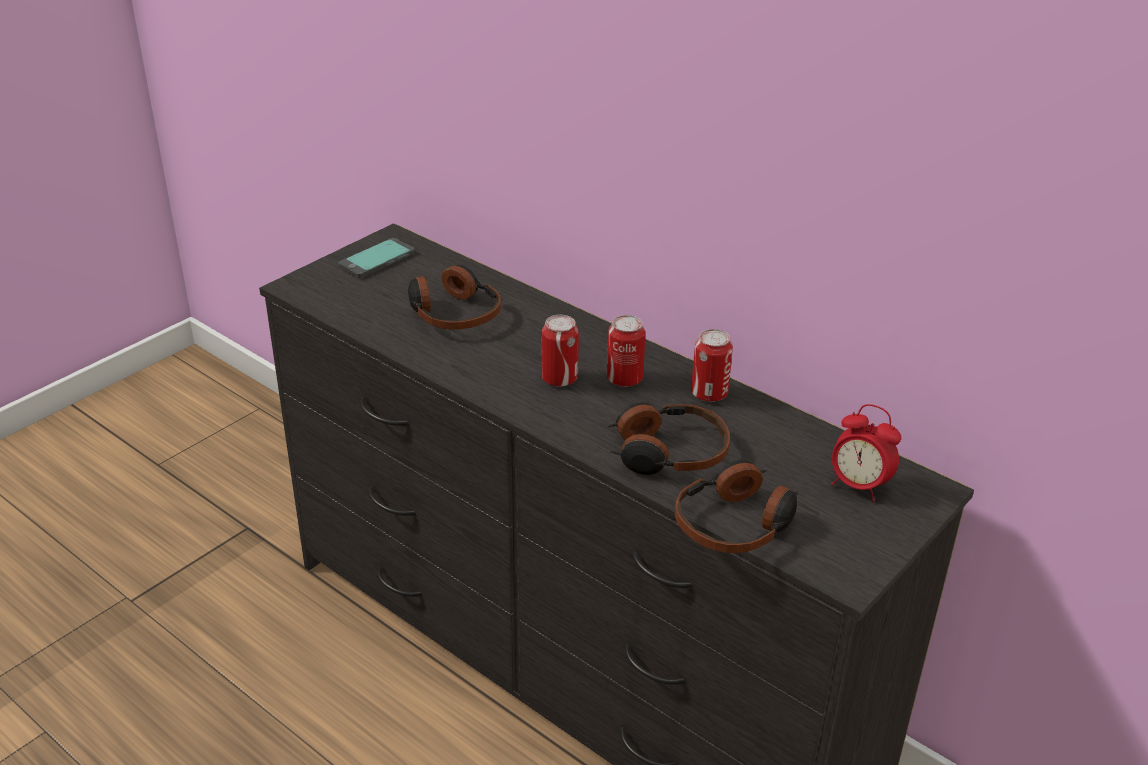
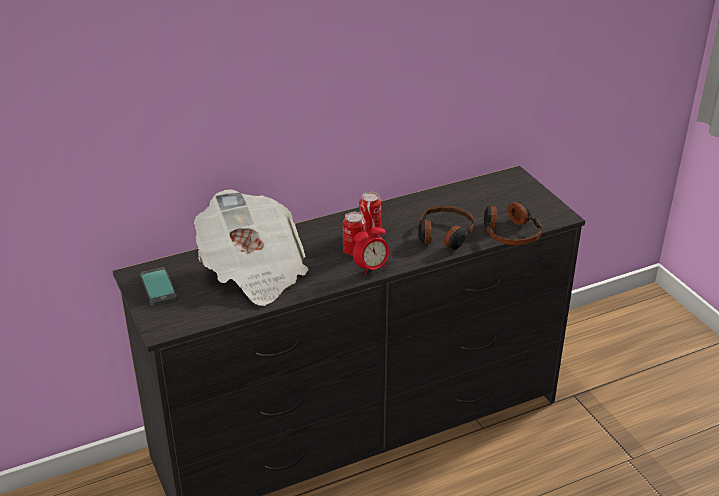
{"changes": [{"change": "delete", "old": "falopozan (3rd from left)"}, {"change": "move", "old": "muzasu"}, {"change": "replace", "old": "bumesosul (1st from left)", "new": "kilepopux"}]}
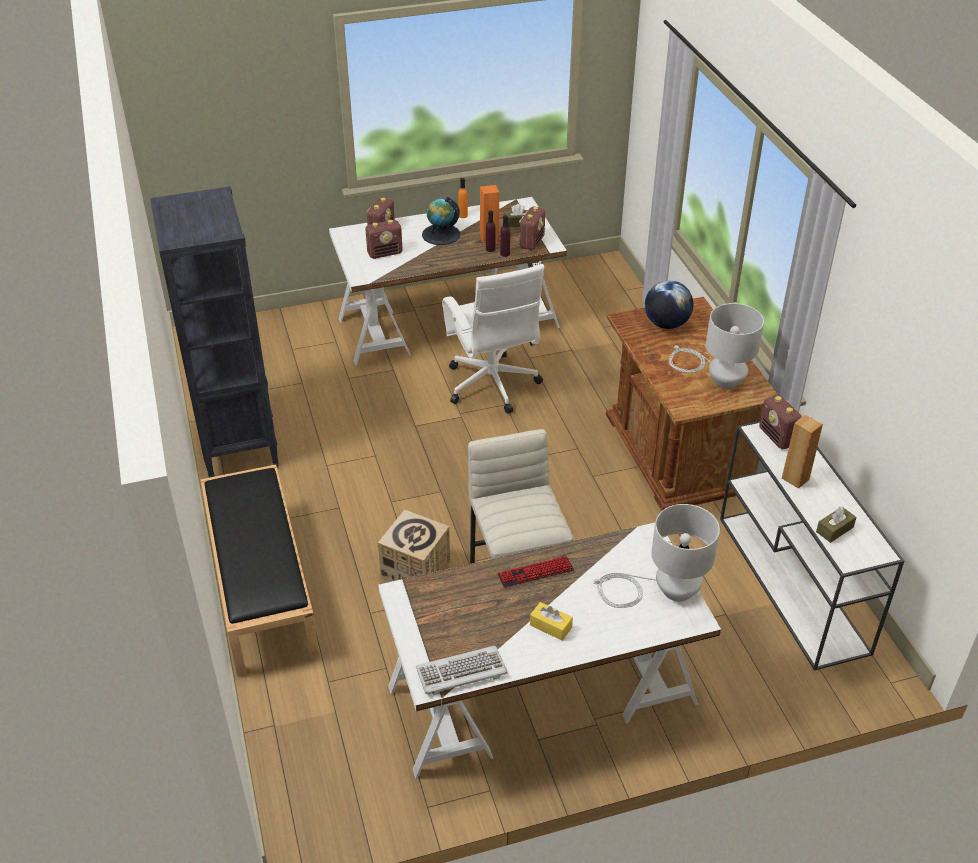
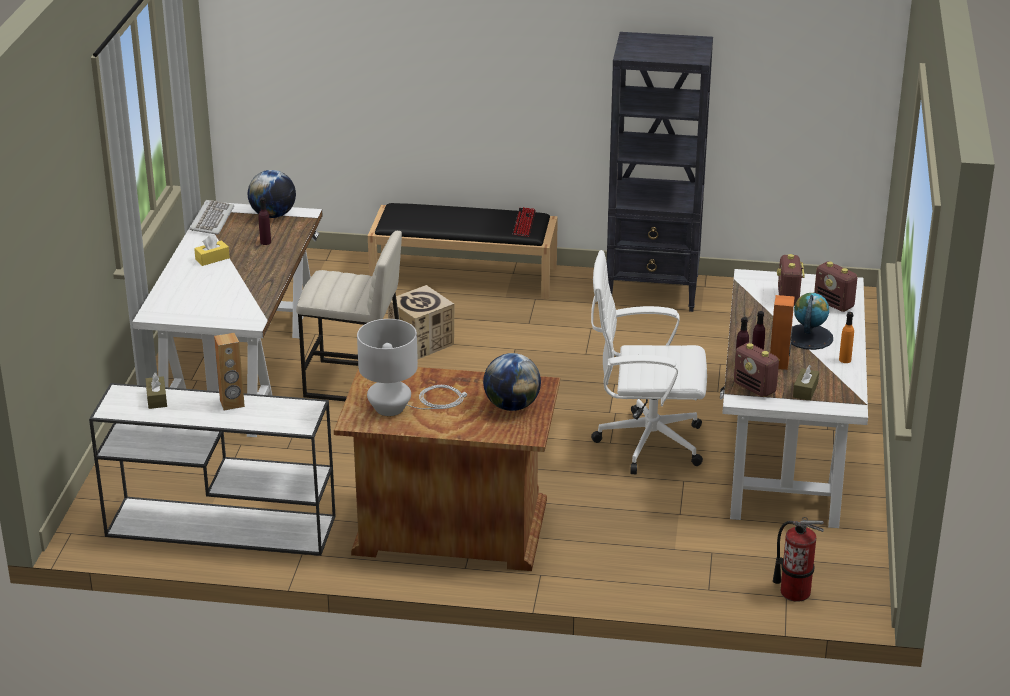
{"changes": [{"change": "delete", "old": "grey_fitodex (1st from left)"}, {"change": "delete", "old": "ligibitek (4th from left)"}, {"change": "insert", "new": "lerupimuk (1st from left)"}, {"change": "insert", "new": "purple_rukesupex (1st from left)"}, {"change": "insert", "new": "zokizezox"}, {"change": "move", "old": "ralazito (2nd from left)"}]}
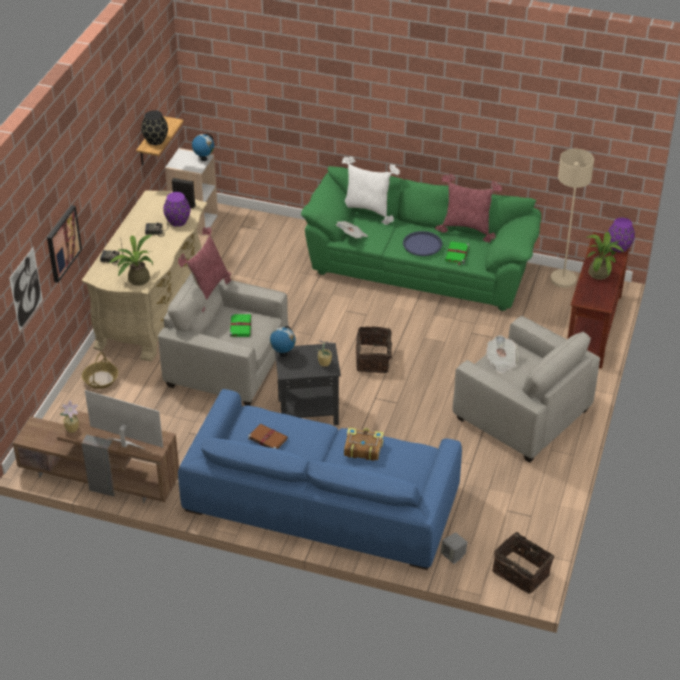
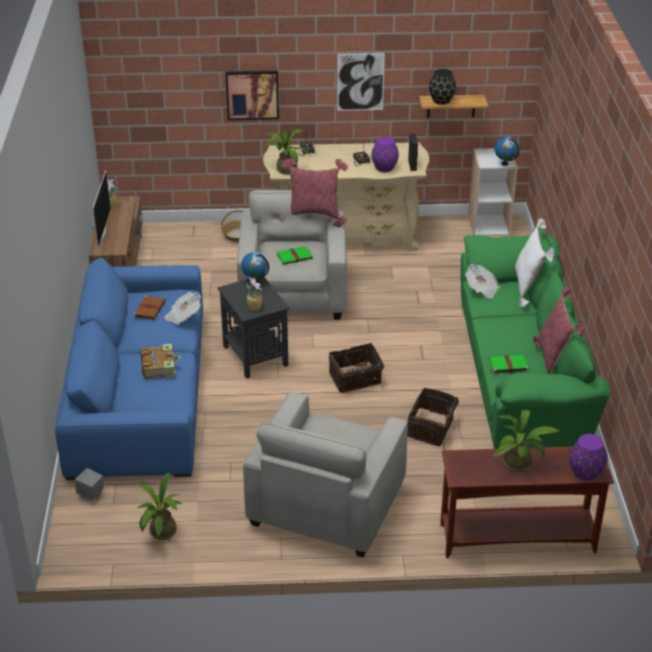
{"changes": [{"change": "delete", "old": "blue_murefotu"}, {"change": "delete", "old": "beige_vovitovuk"}, {"change": "insert", "new": "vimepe (2nd from left)"}, {"change": "move", "old": "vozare (1st from left in the first image)", "new": "vozare (2nd from left)"}, {"change": "move", "old": "kilepopux (2nd from left in the first image)", "new": "kilepopux (1st from left)"}, {"change": "move", "old": "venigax (3rd from left)"}]}
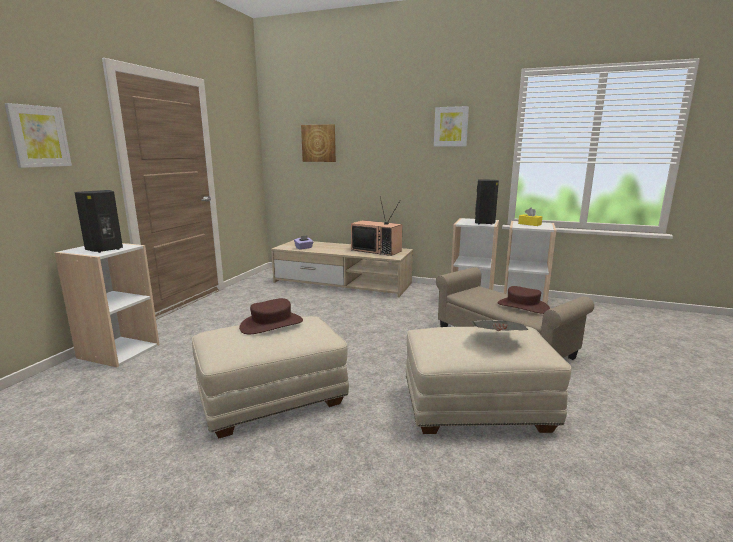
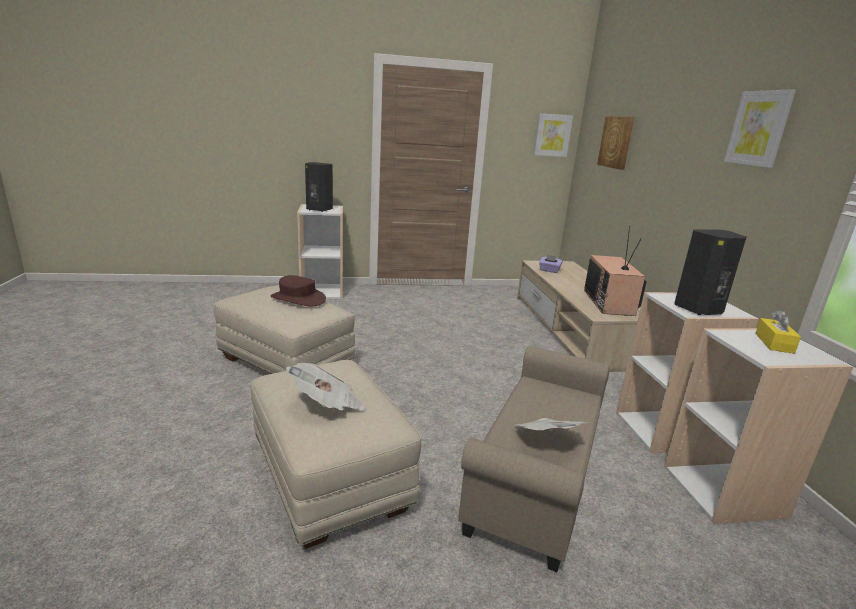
{"changes": [{"change": "move", "old": "vozare (1st from left)"}, {"change": "replace", "old": "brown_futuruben (2nd from left)", "new": "kilepopux (2nd from left)"}]}
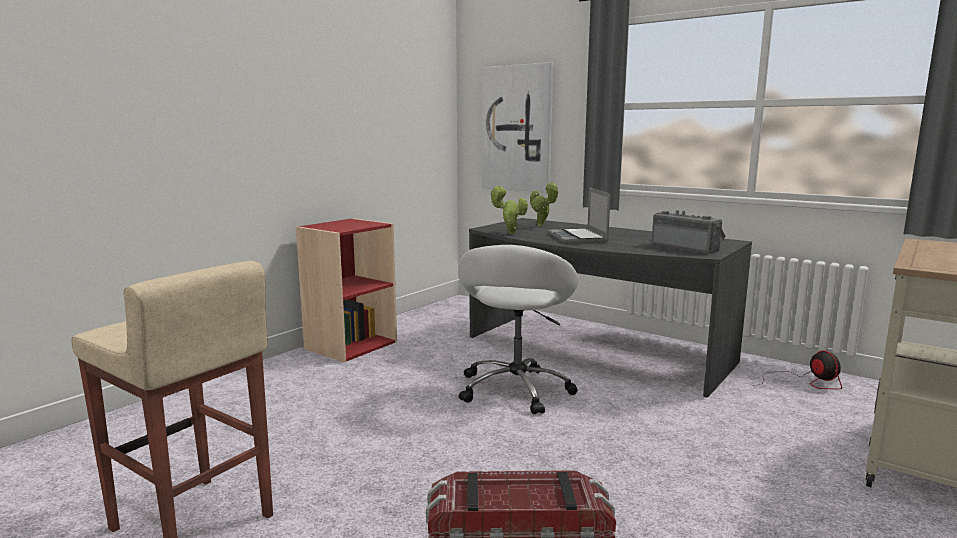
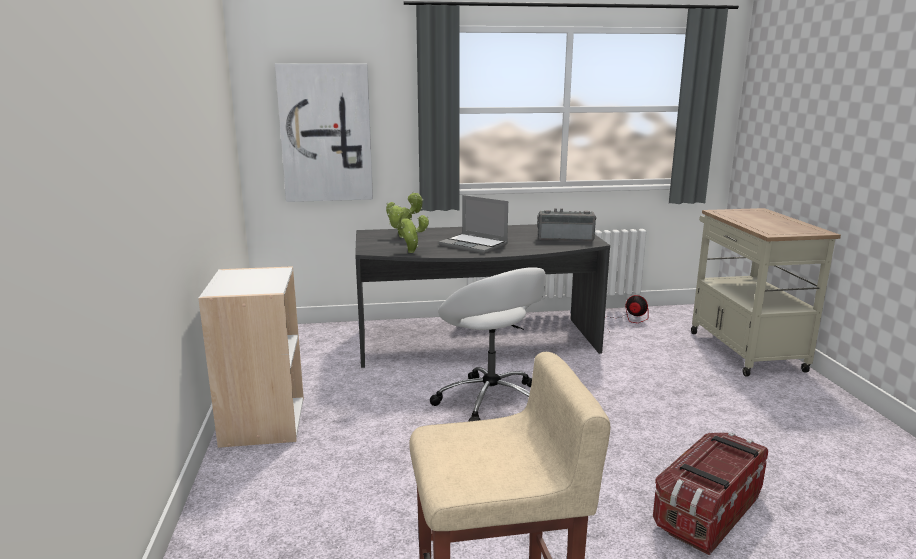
{"changes": [{"change": "recolor", "old": "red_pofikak", "new": "white_pofikak"}]}
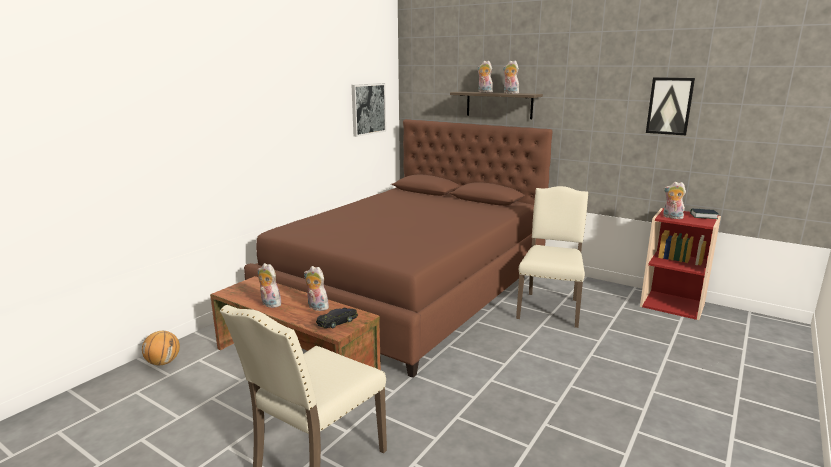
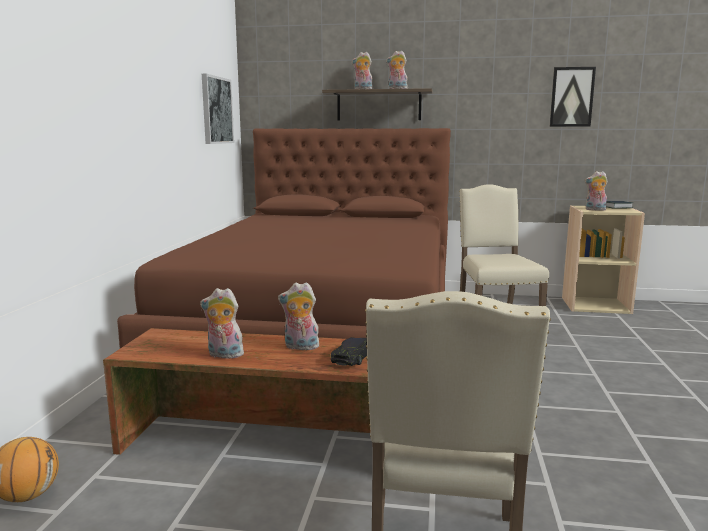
{"changes": [{"change": "recolor", "old": "red_pofikak", "new": "beige_pofikak"}]}
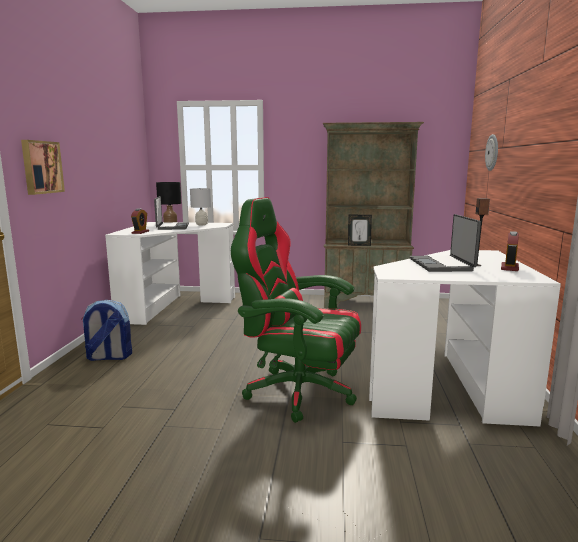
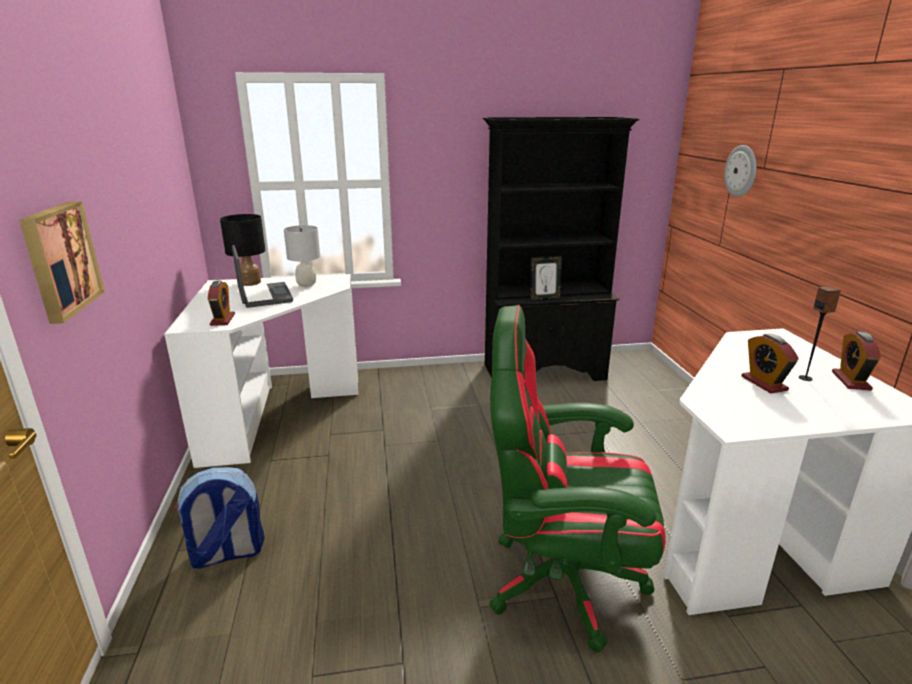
{"changes": [{"change": "replace", "old": "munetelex (2nd from left)", "new": "muzasu (2nd from left)"}, {"change": "recolor", "old": "green_pofikak", "new": "black_pofikak"}]}
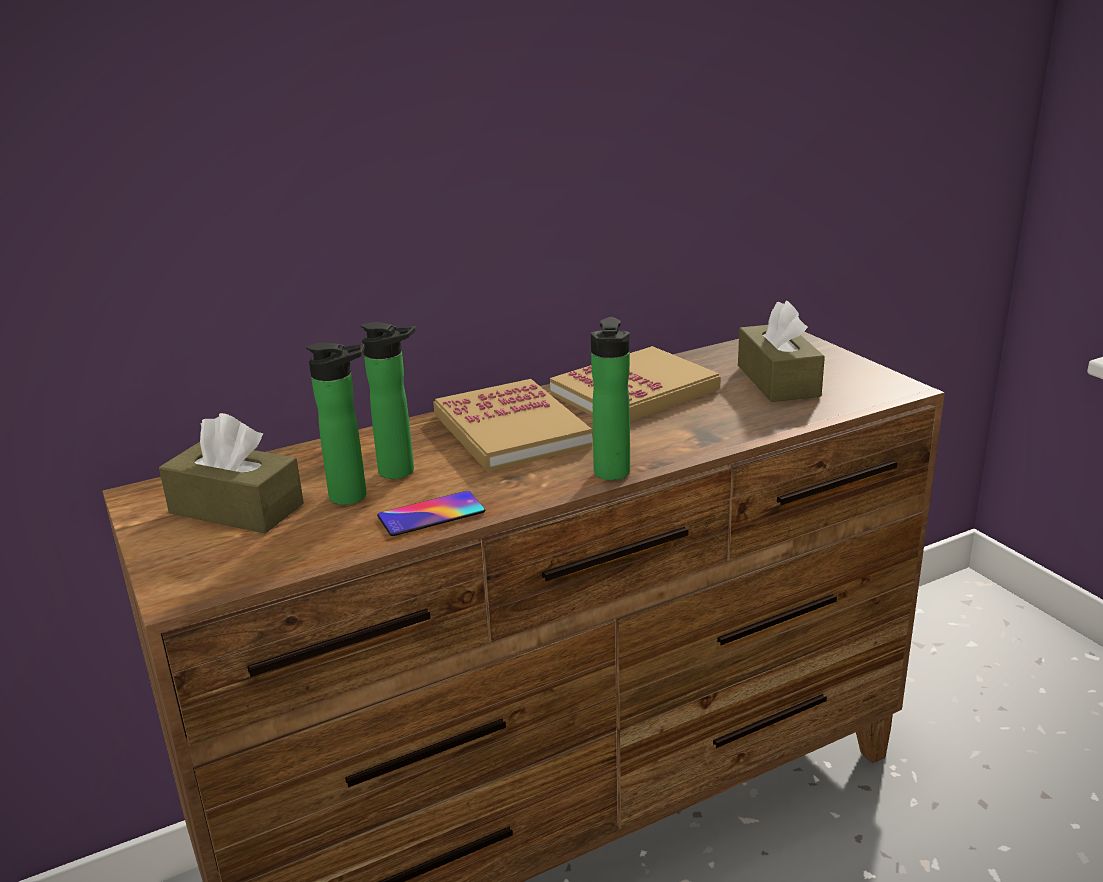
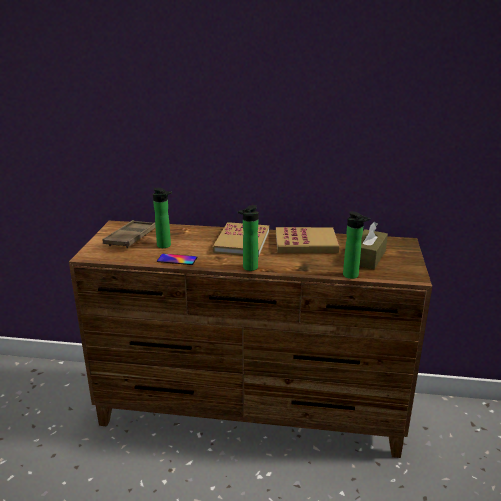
{"changes": [{"change": "move", "old": "rukesupex (2nd from left in the first image)", "new": "rukesupex (3rd from left)"}, {"change": "replace", "old": "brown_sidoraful (1st from left)", "new": "brown_murefotu"}]}
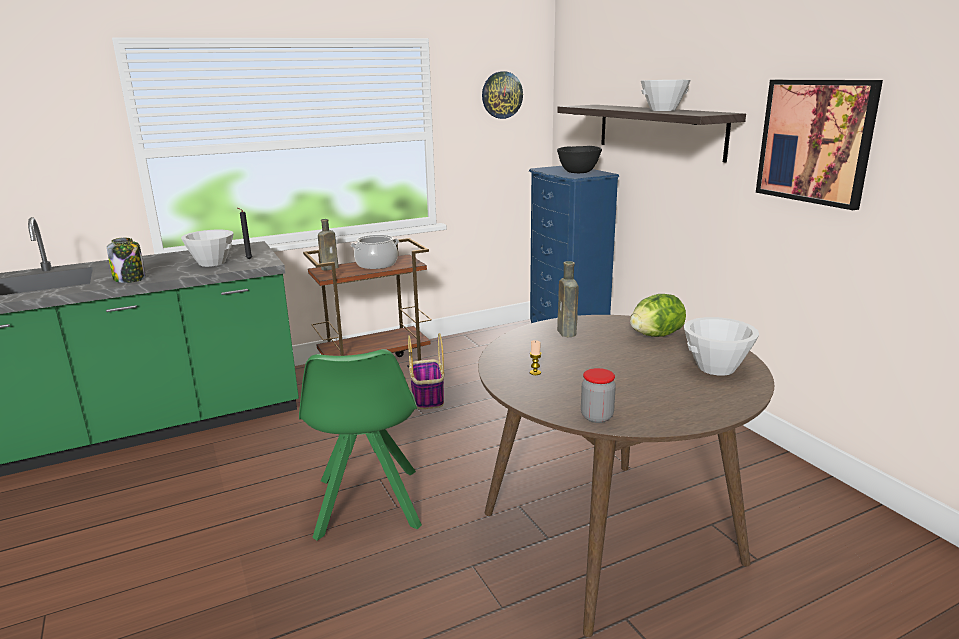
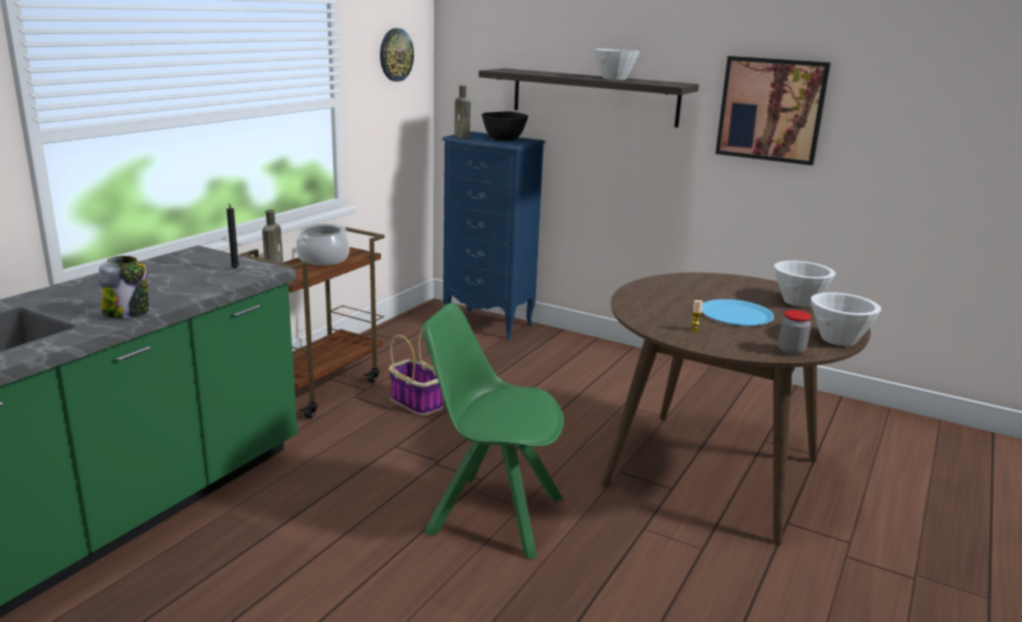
{"changes": [{"change": "delete", "old": "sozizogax"}, {"change": "insert", "new": "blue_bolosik"}, {"change": "move", "old": "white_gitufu (1st from left in the first image)", "new": "white_gitufu (3rd from left)"}, {"change": "move", "old": "brown_rukesupex (2nd from left)"}, {"change": "rotate", "old": "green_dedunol", "degrees": 150}]}
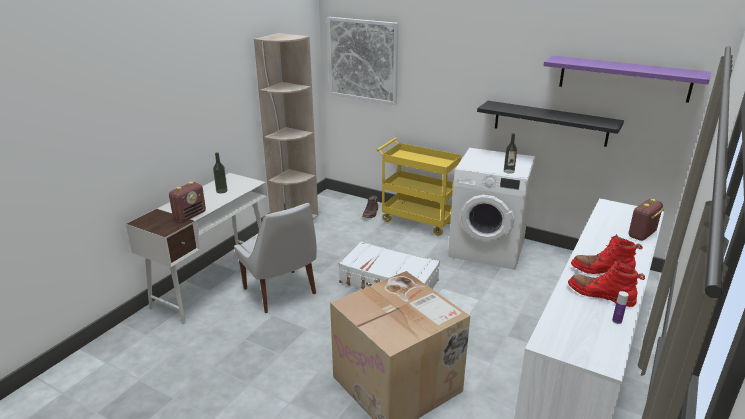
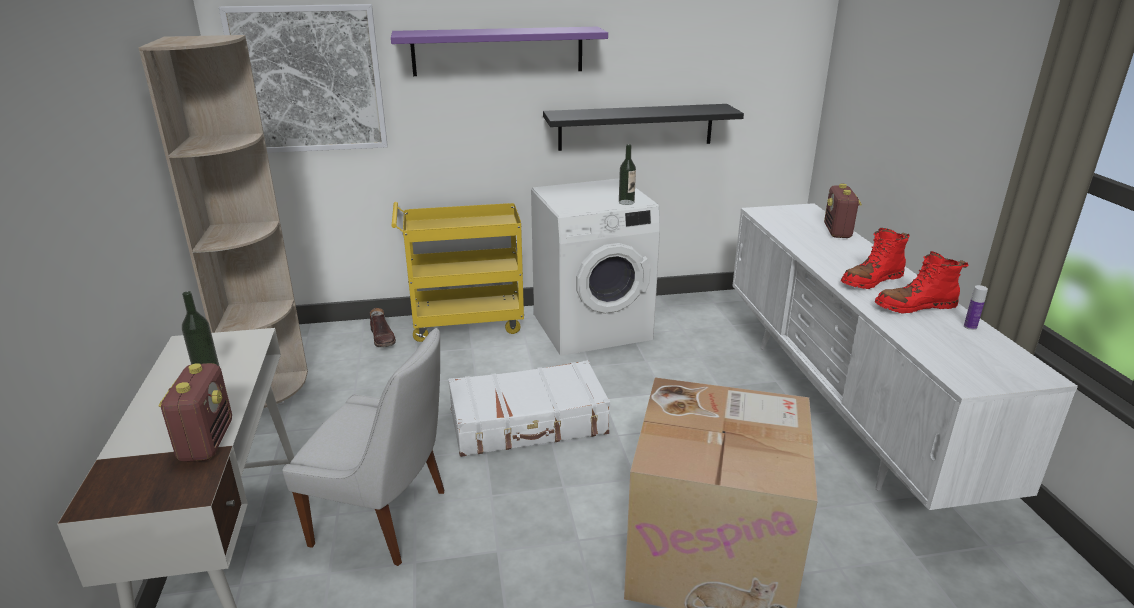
{"changes": [{"change": "move", "old": "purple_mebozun"}]}
